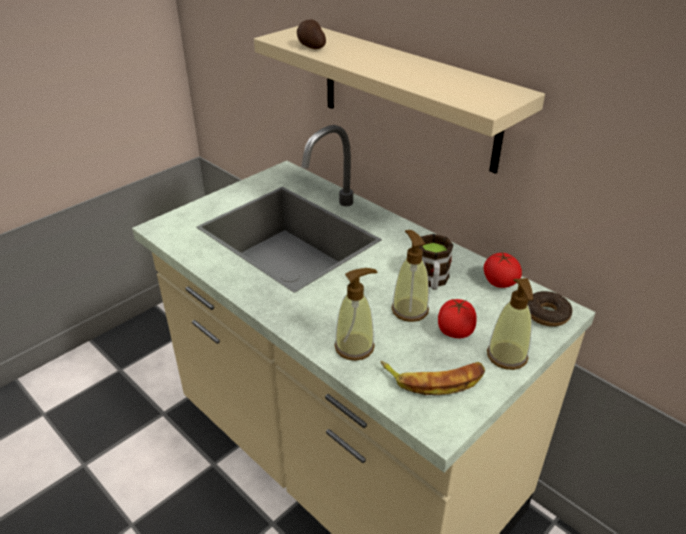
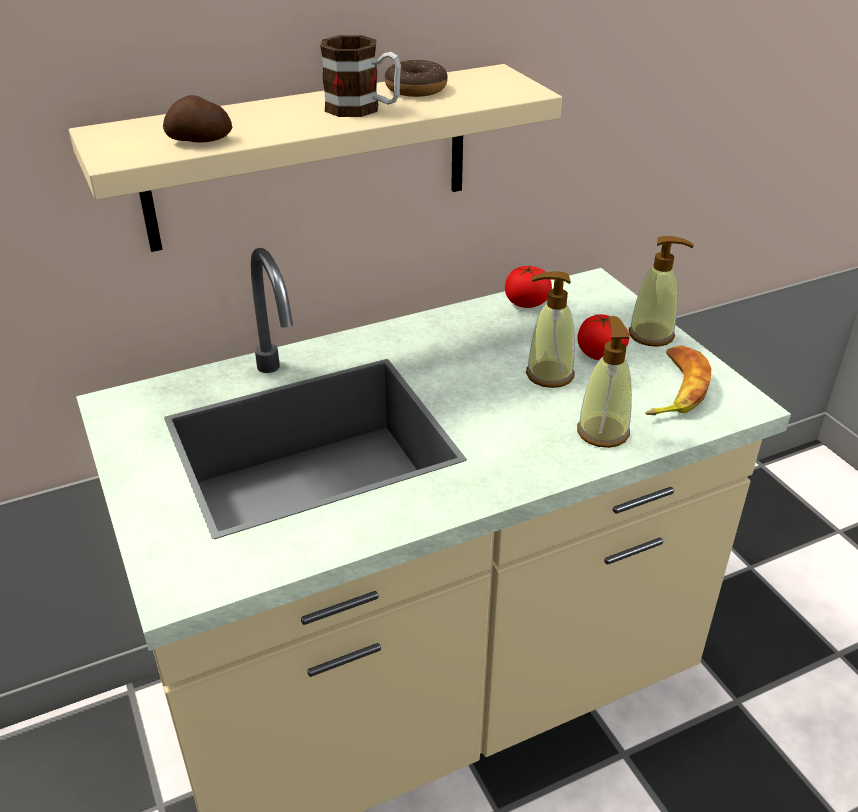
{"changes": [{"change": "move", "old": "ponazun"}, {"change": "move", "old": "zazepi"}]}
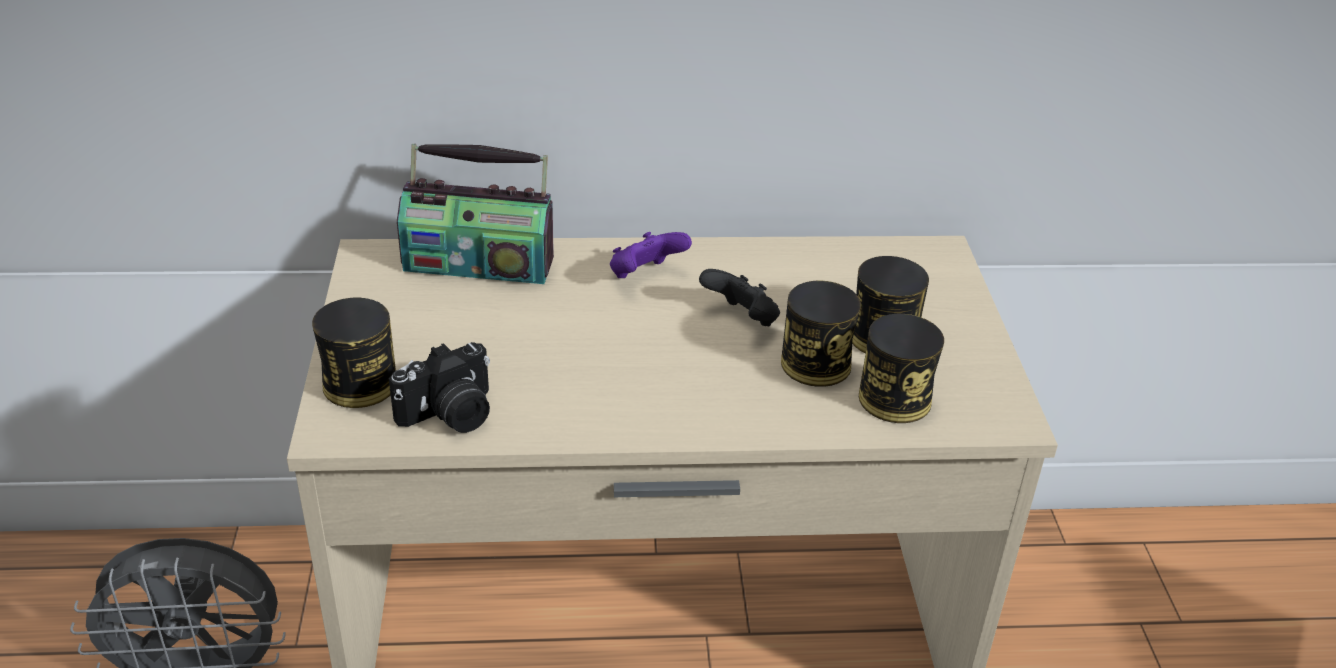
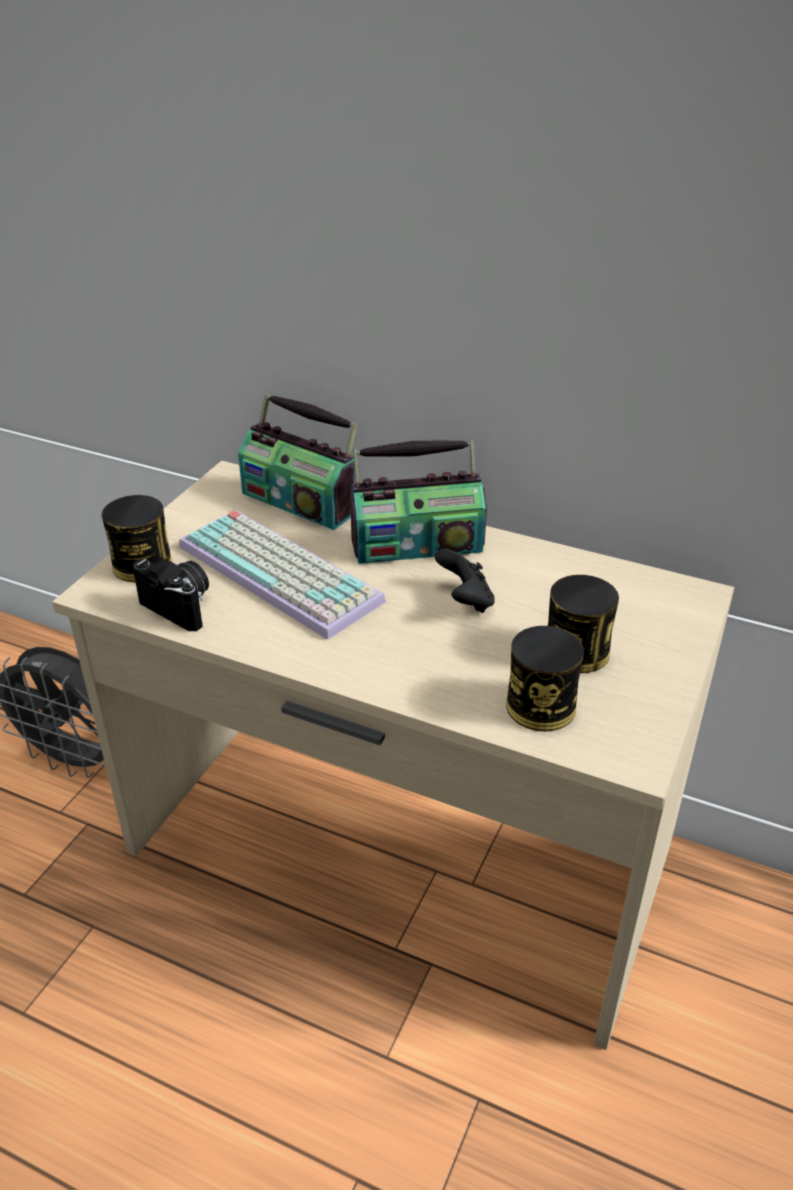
{"changes": [{"change": "delete", "old": "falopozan (2nd from left)"}, {"change": "insert", "new": "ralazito"}, {"change": "replace", "old": "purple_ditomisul", "new": "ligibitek (2nd from left)"}, {"change": "rotate", "old": "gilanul", "degrees": -135}]}
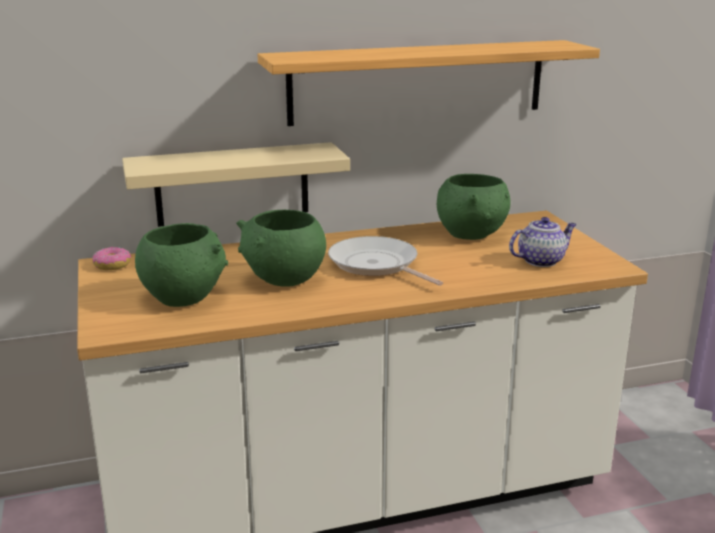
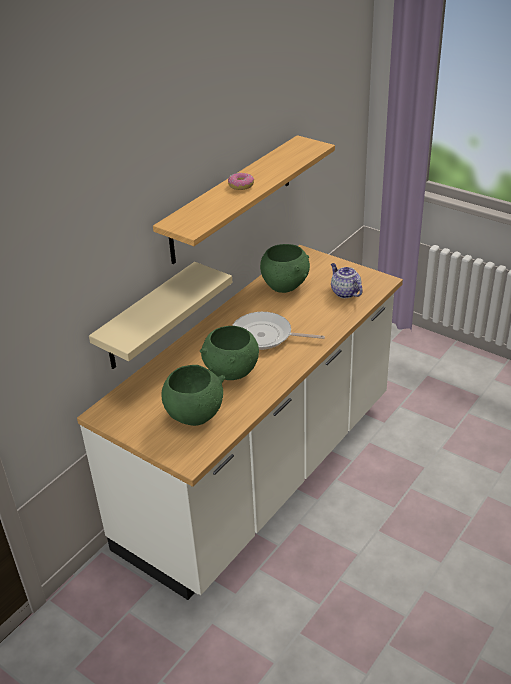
{"changes": [{"change": "move", "old": "zazepi"}, {"change": "rotate", "old": "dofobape", "degrees": -60}]}
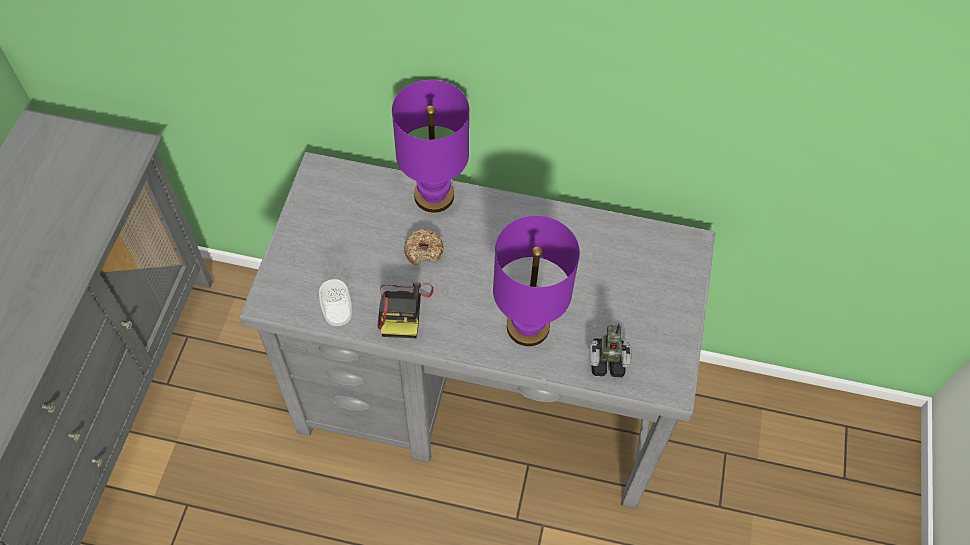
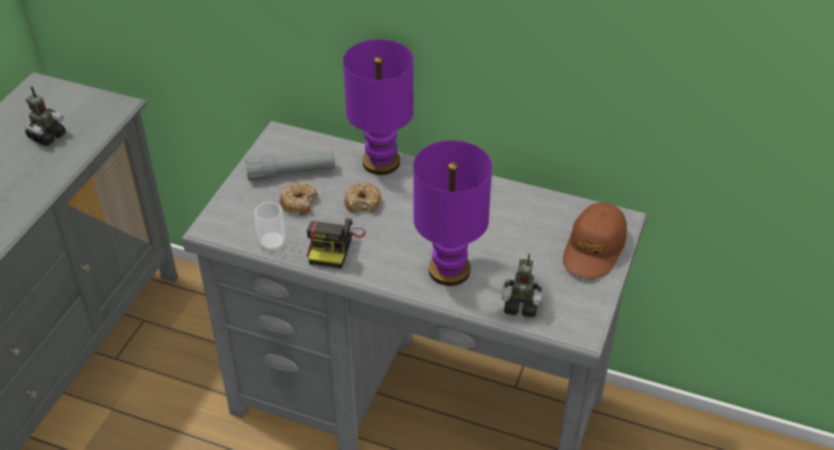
{"changes": [{"change": "insert", "new": "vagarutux (1st from left)"}, {"change": "insert", "new": "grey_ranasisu"}, {"change": "insert", "new": "zazepi (1st from left)"}, {"change": "insert", "new": "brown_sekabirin"}]}
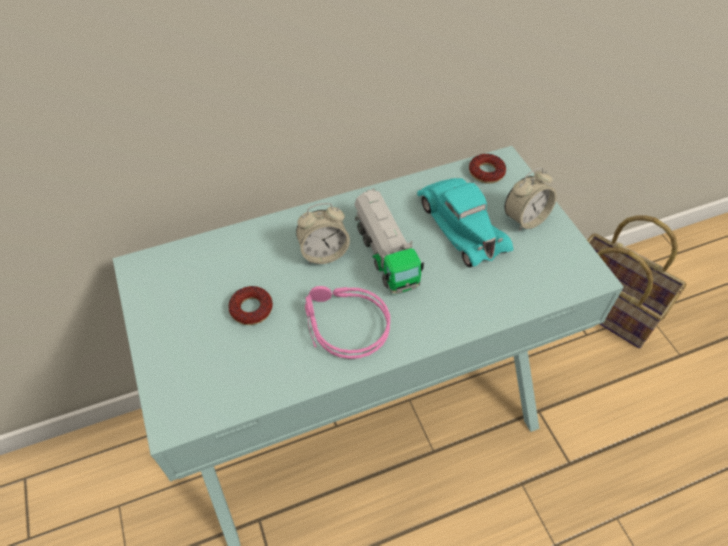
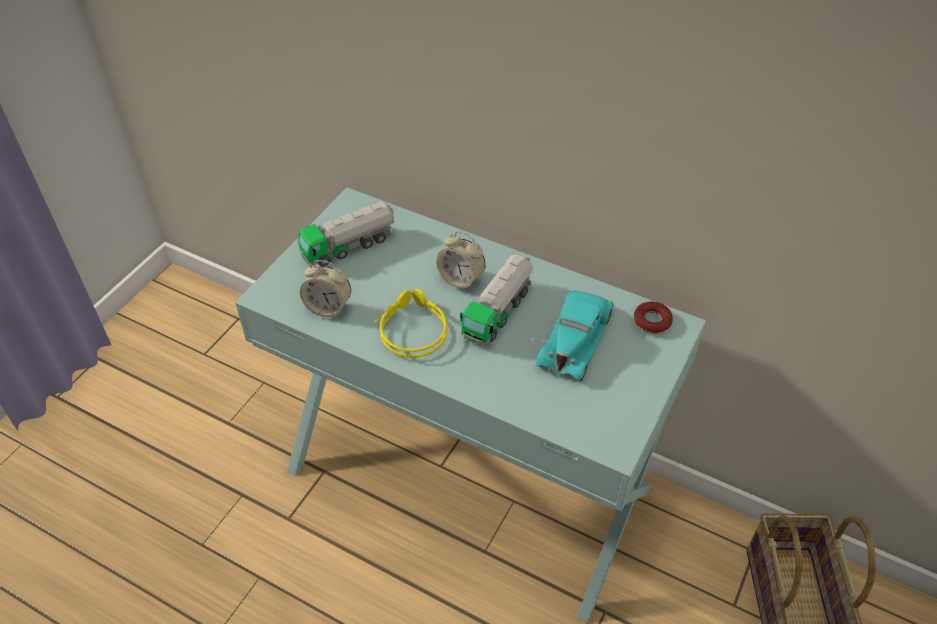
{"changes": [{"change": "delete", "old": "zazepi (1st from left)"}, {"change": "insert", "new": "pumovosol (1st from left)"}, {"change": "move", "old": "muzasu (2nd from left in the first image)", "new": "muzasu (1st from left)"}, {"change": "recolor", "old": "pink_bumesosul", "new": "yellow_bumesosul"}]}
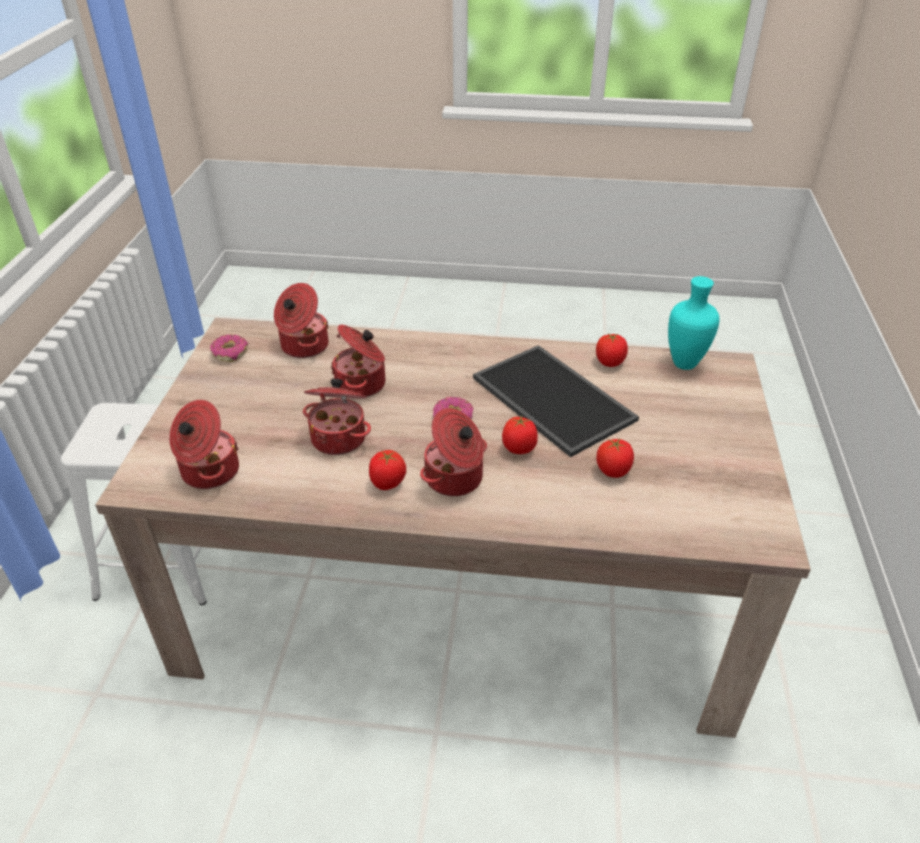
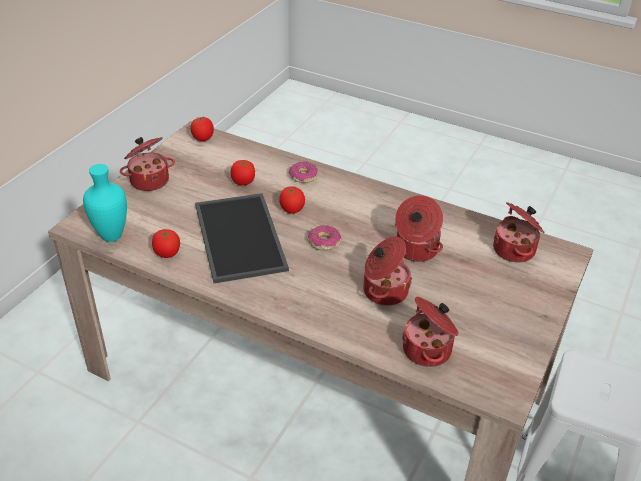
{"changes": [{"change": "move", "old": "zazepi (1st from left)"}, {"change": "move", "old": "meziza (1st from left in the first image)", "new": "meziza (2nd from left)"}, {"change": "move", "old": "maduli (5th from left in the first image)", "new": "maduli (1st from left)"}]}
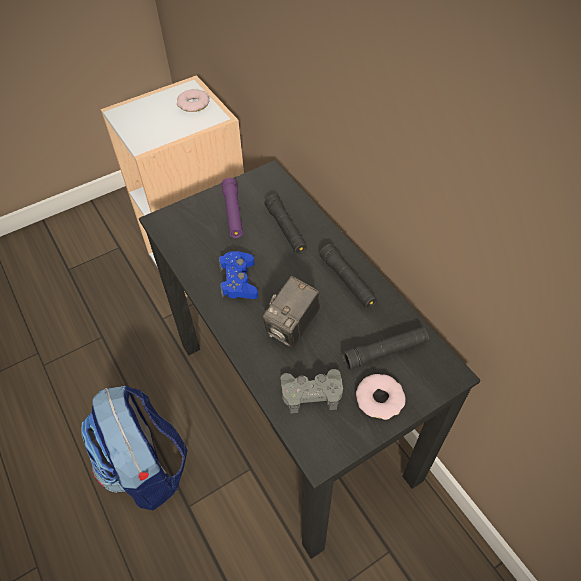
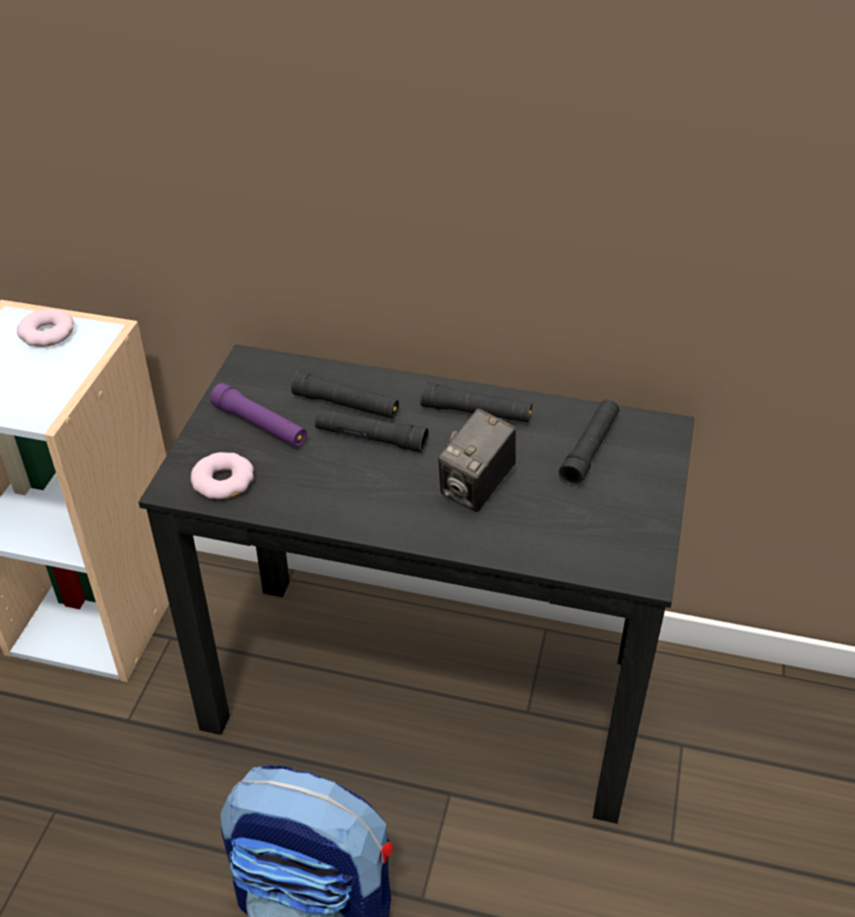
{"changes": [{"change": "delete", "old": "blue_ditomisul"}, {"change": "delete", "old": "grey_ditomisul"}, {"change": "insert", "new": "black_ranasisu (2nd from left)"}, {"change": "move", "old": "zazepi (2nd from left)"}, {"change": "rotate", "old": "gilanul", "degrees": 45}]}
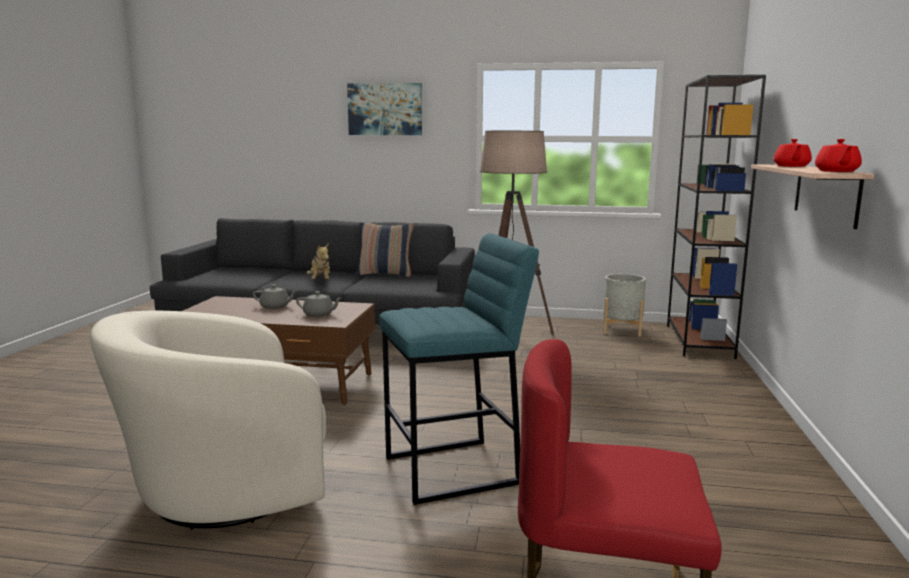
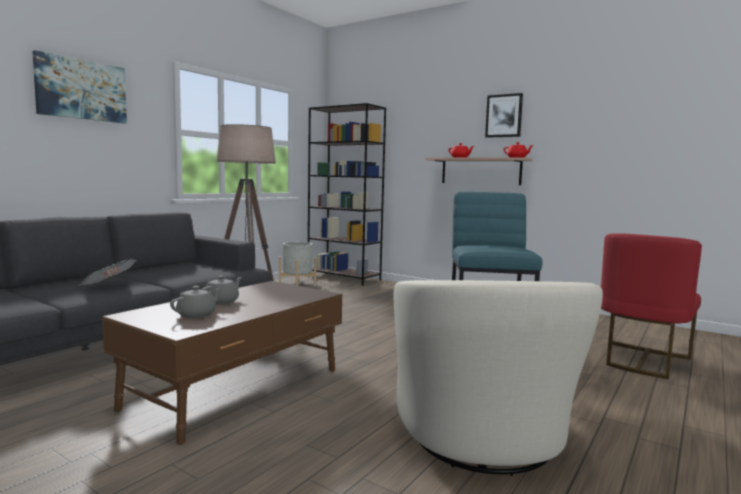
{"changes": [{"change": "delete", "old": "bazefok"}, {"change": "insert", "new": "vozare (2nd from left)"}, {"change": "move", "old": "grey_dofobape (2nd from left in the first image)", "new": "grey_dofobape (1st from left)"}, {"change": "replace", "old": "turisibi", "new": "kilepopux"}]}
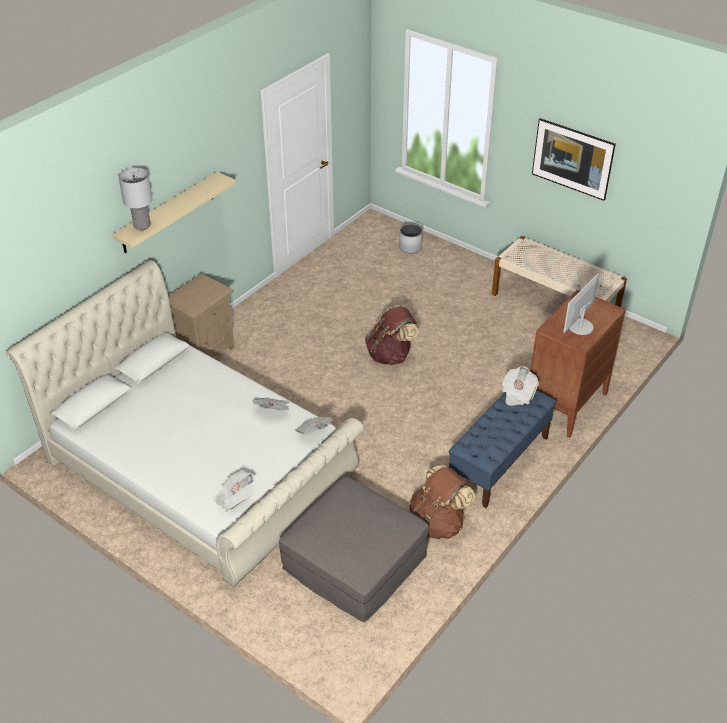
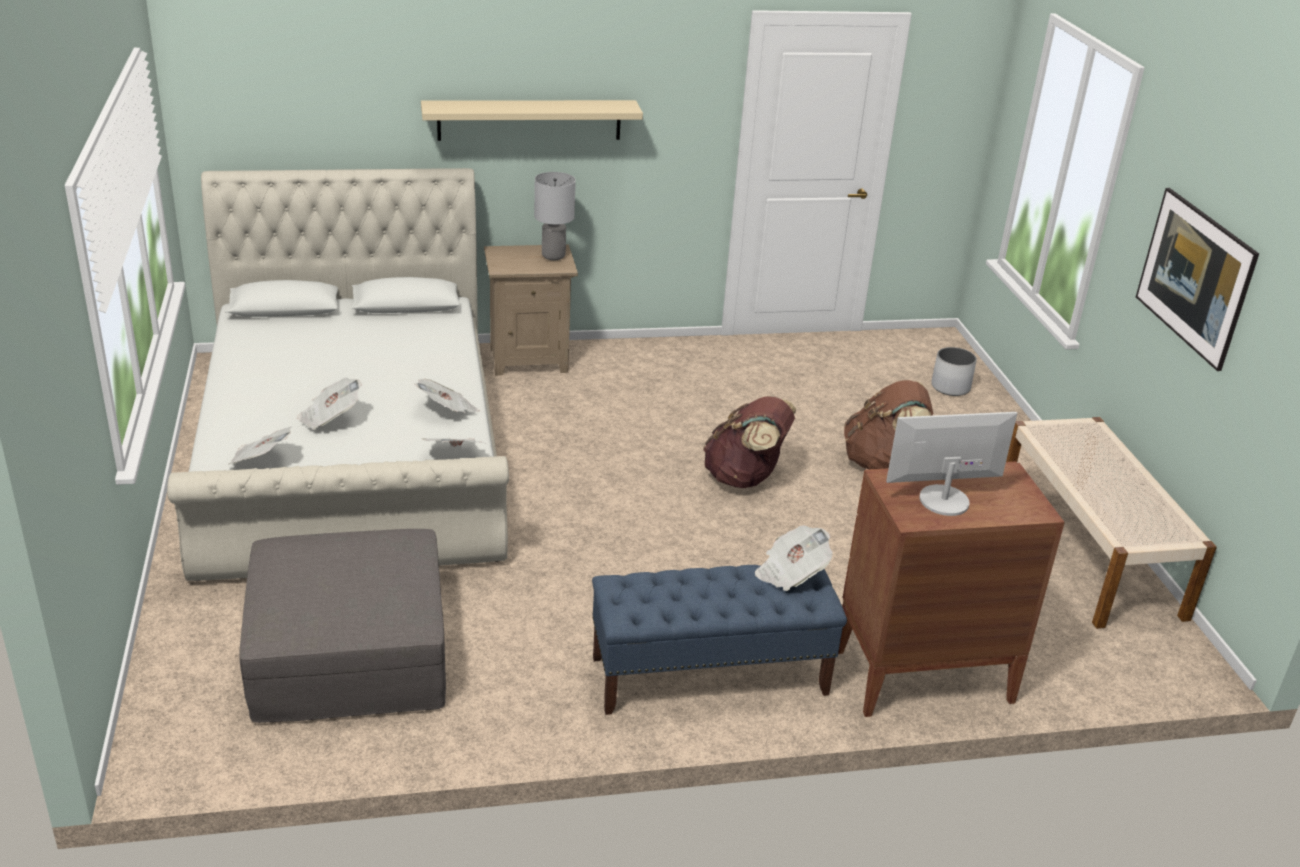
{"changes": [{"change": "insert", "new": "kilepopux (2nd from left)"}, {"change": "move", "old": "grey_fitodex"}, {"change": "move", "old": "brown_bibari (2nd from left)"}]}
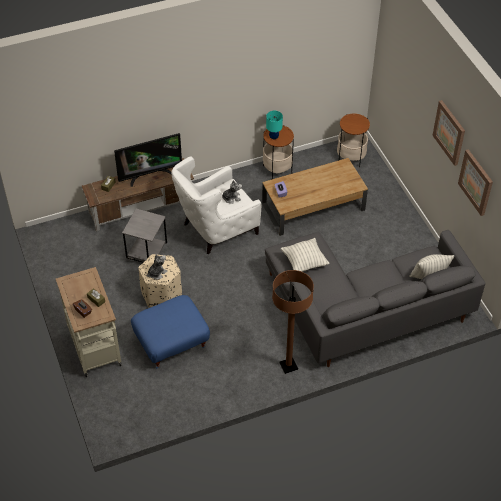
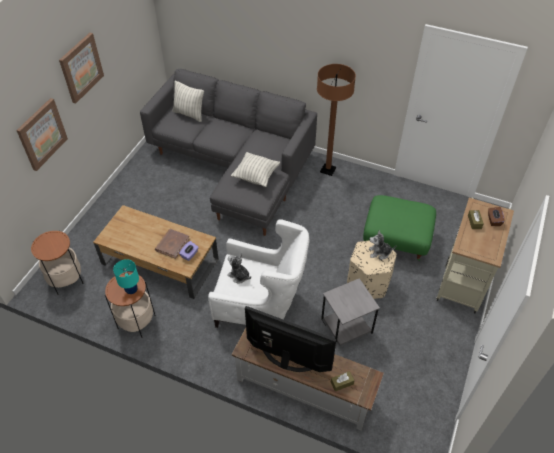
{"changes": [{"change": "insert", "new": "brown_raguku"}, {"change": "move", "old": "vozare (2nd from left in the first image)", "new": "vozare (1st from left)"}, {"change": "recolor", "old": "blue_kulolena", "new": "green_kulolena"}]}
